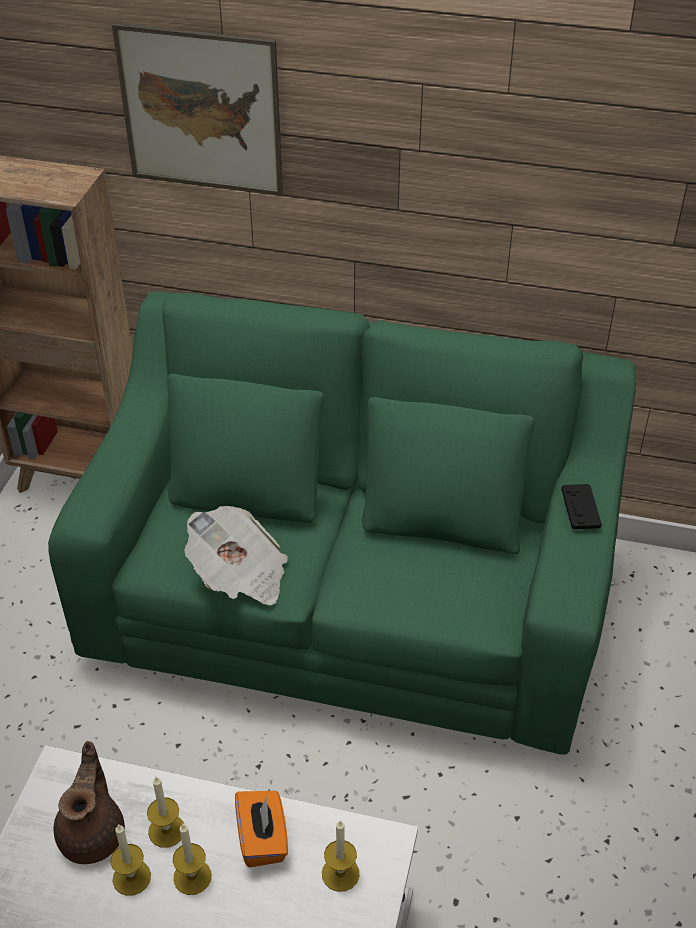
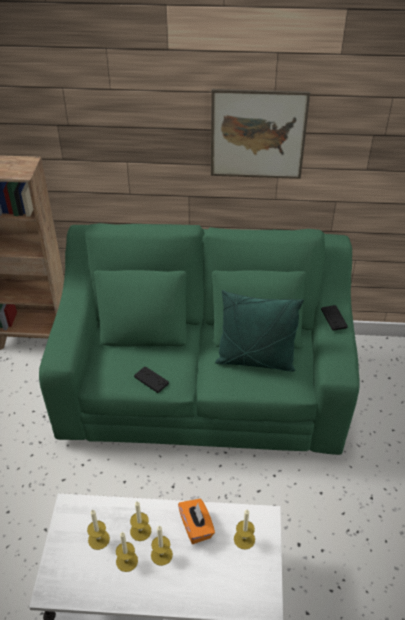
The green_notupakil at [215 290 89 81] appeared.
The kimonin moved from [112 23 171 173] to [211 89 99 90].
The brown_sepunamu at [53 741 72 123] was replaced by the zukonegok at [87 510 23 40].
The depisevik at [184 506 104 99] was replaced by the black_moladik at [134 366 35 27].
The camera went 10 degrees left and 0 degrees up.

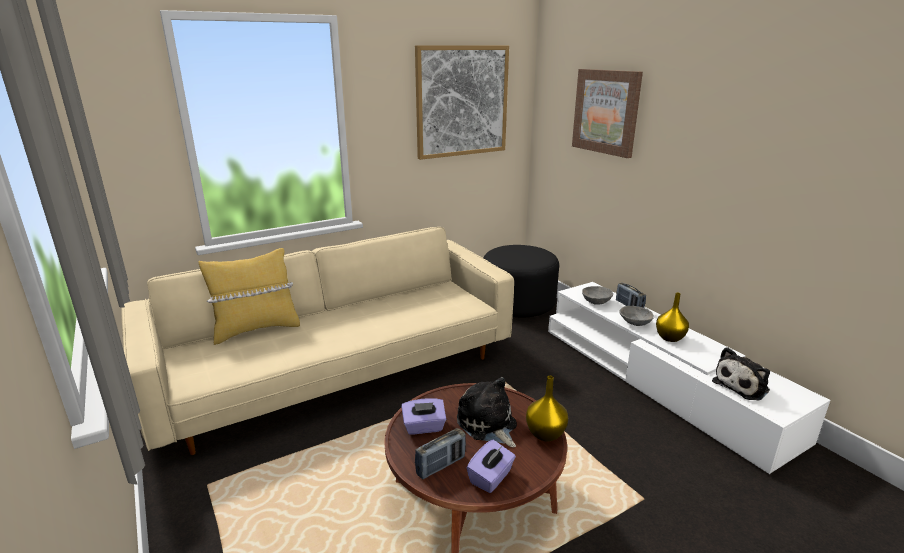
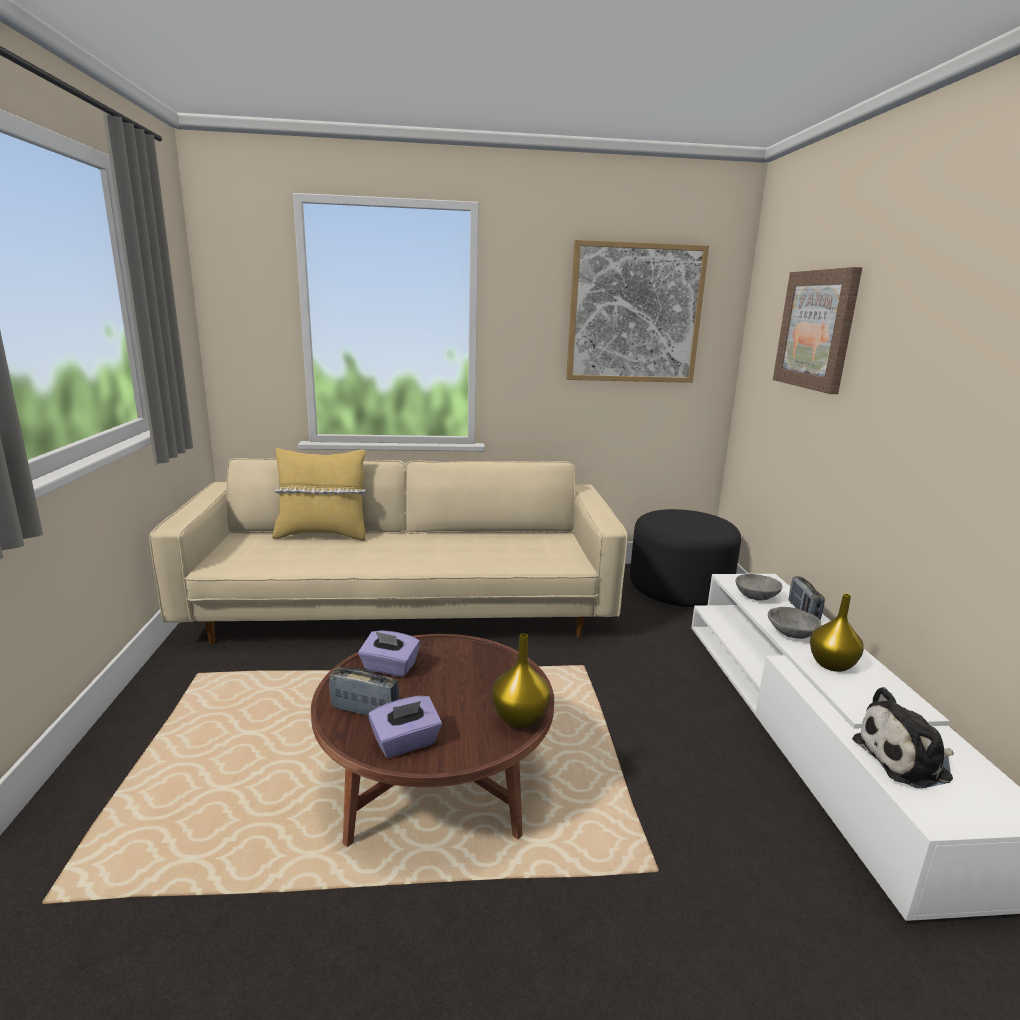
The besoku at [457 377 60 71] disappeared.
The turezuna at [415 428 51 51] turned 150 degrees counterclockwise.
The camera went 25 degrees right and 5 degrees down.

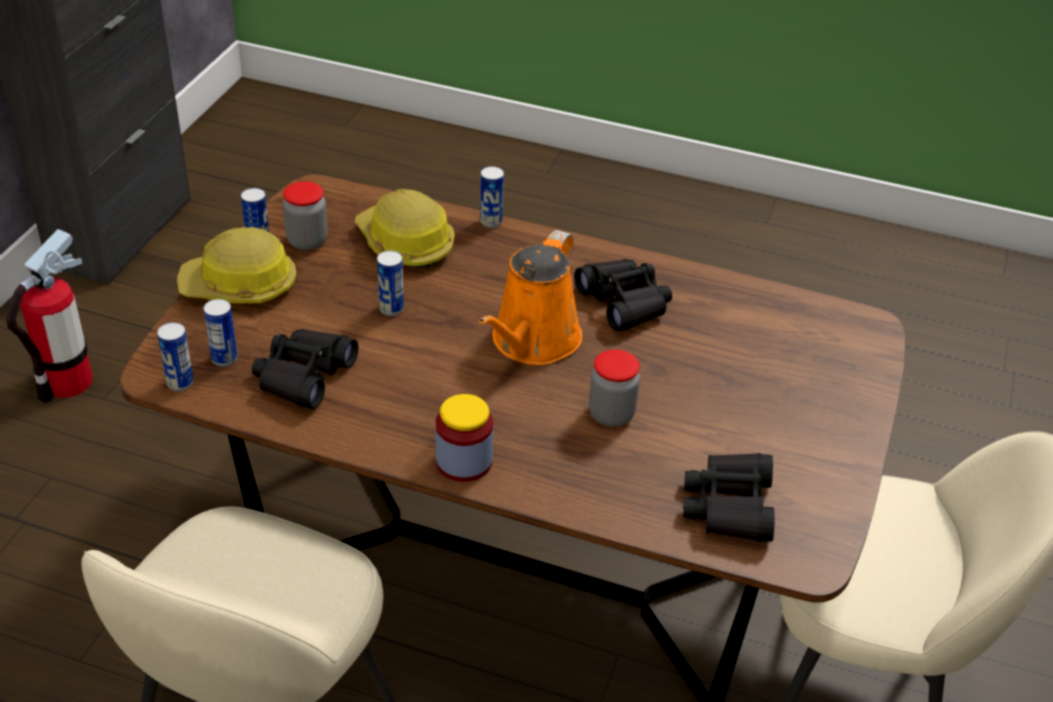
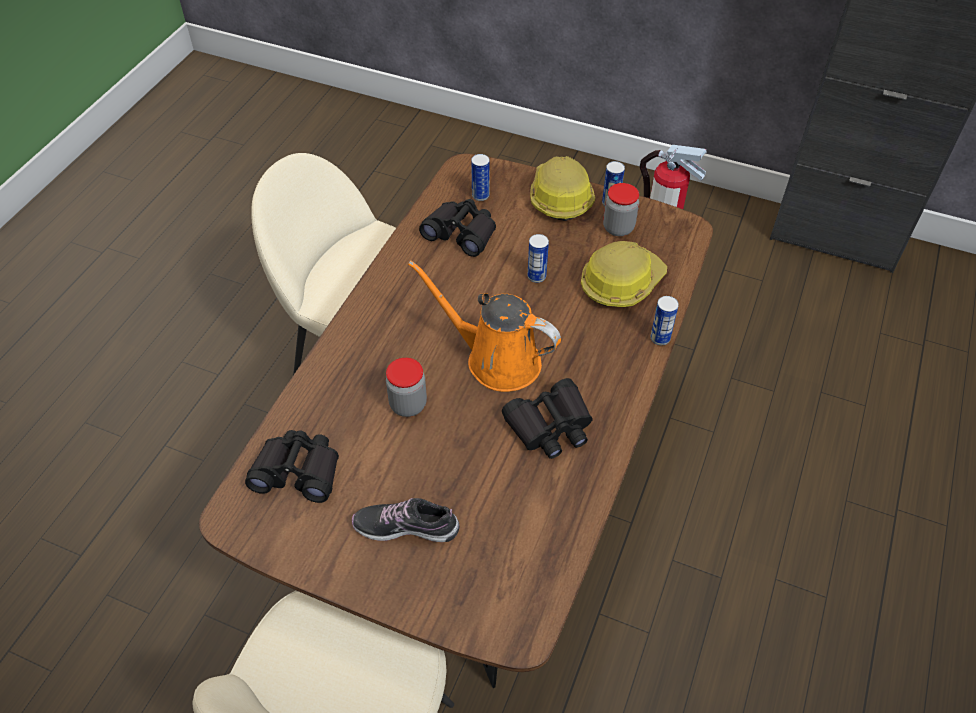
The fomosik at [157 322 37 69] disappeared.
The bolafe at [435 394 58 88] disappeared.
The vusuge at [352 498 108 44] appeared.
The camera went 95 degrees right and 10 degrees up.

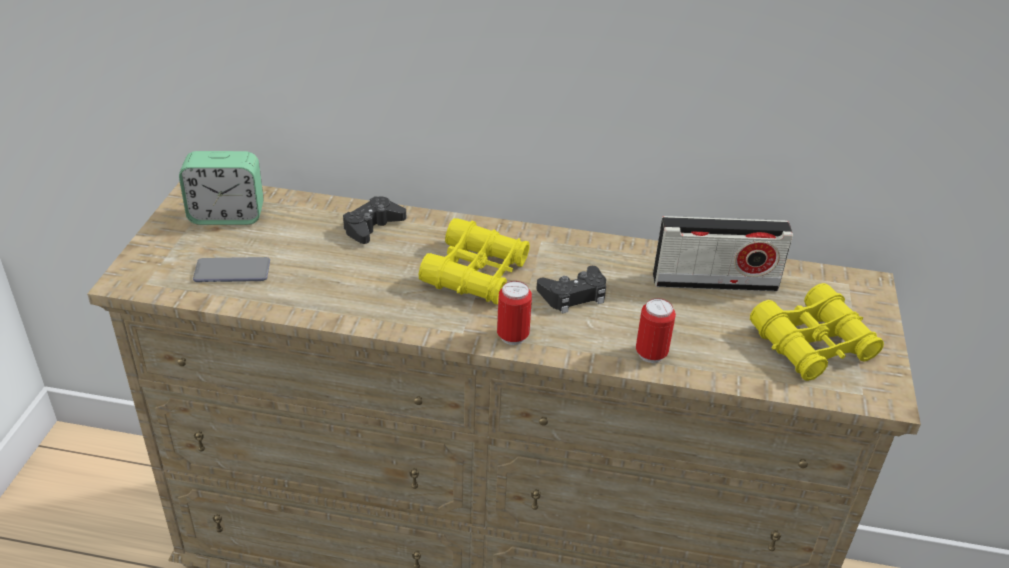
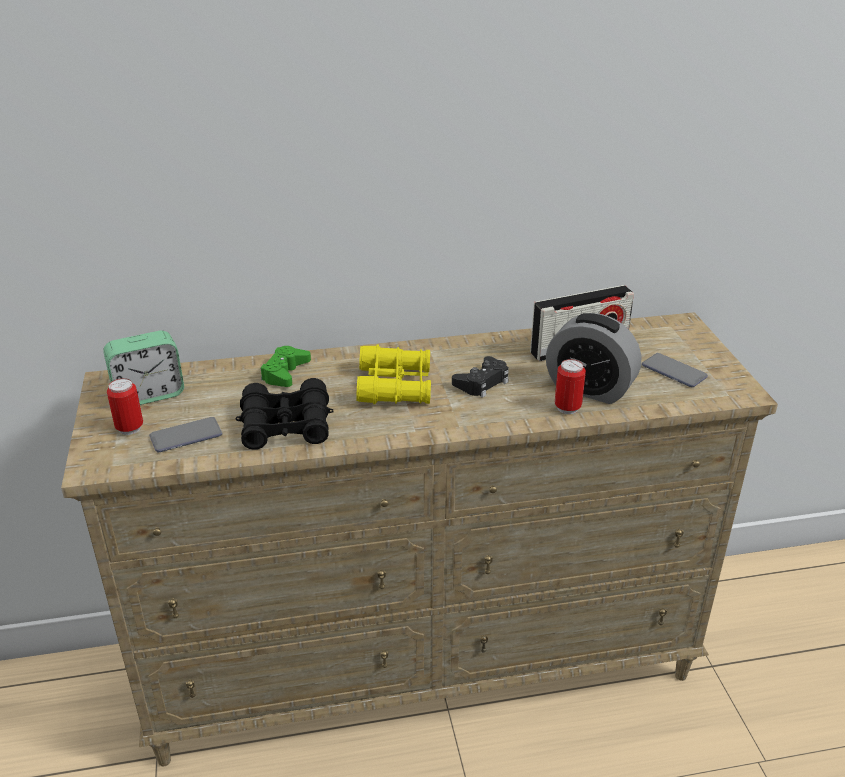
The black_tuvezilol at [236 378 97 72] appeared.
The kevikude at [546 313 95 91] appeared.
The fomosik moved from [497 281 35 64] to [107 378 36 57].
The yellow_tuvezilol at [750 283 134 98] was replaced by the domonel at [642 353 66 34].
The black_moladik at [343 196 63 48] became the green_moladik at [261 346 50 41].
The camera went 20 degrees left and 5 degrees down.

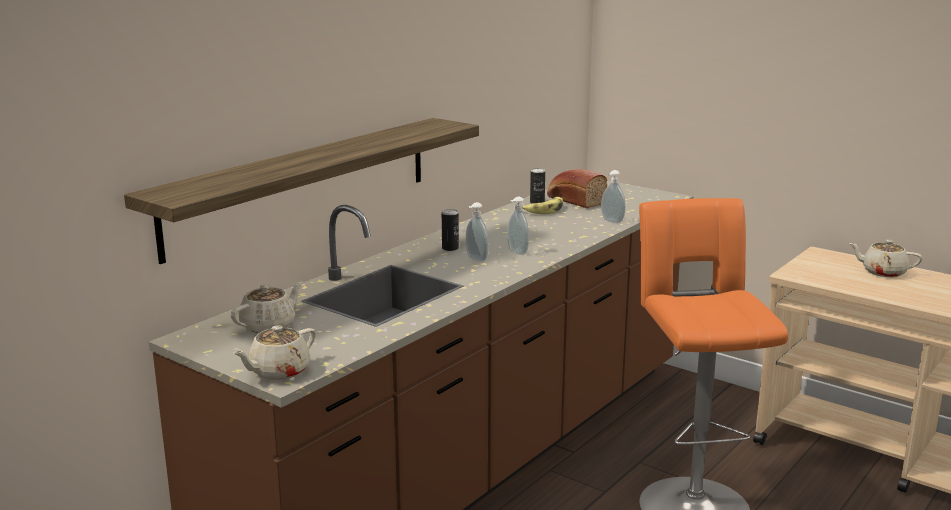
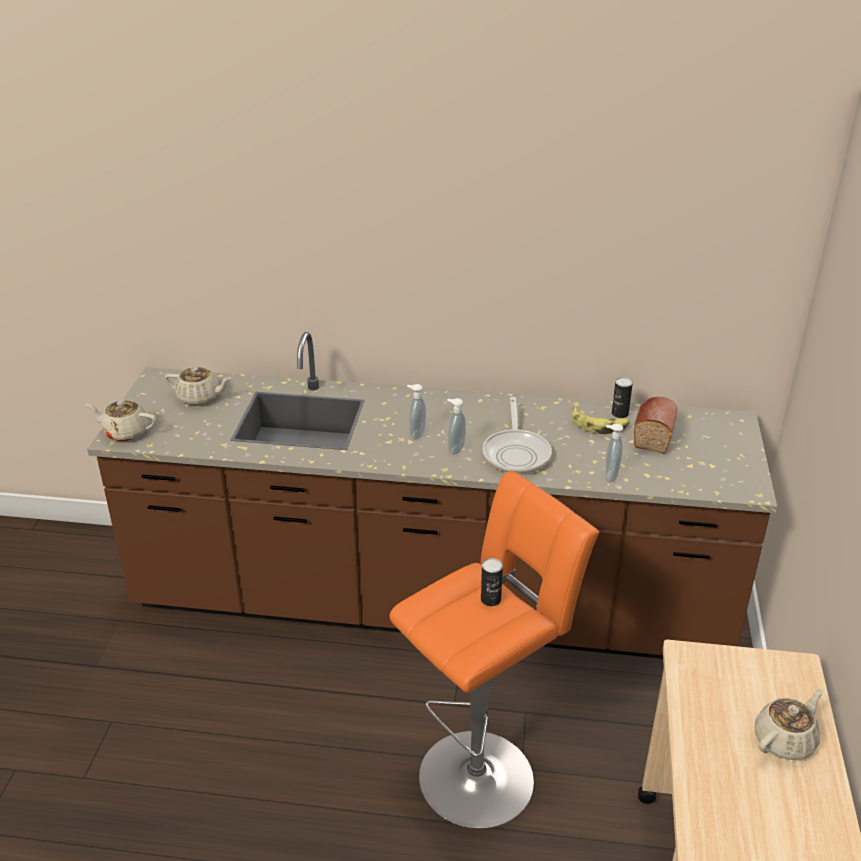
The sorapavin at [124 118 355 146] disappeared.
The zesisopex at [483 397 69 77] appeared.
The fomosik moved from [442 209 17 42] to [481 558 22 48].
The beige_sepunamu at [849 240 73 37] turned 60 degrees clockwise.
The camera went 60 degrees right and 15 degrees up.

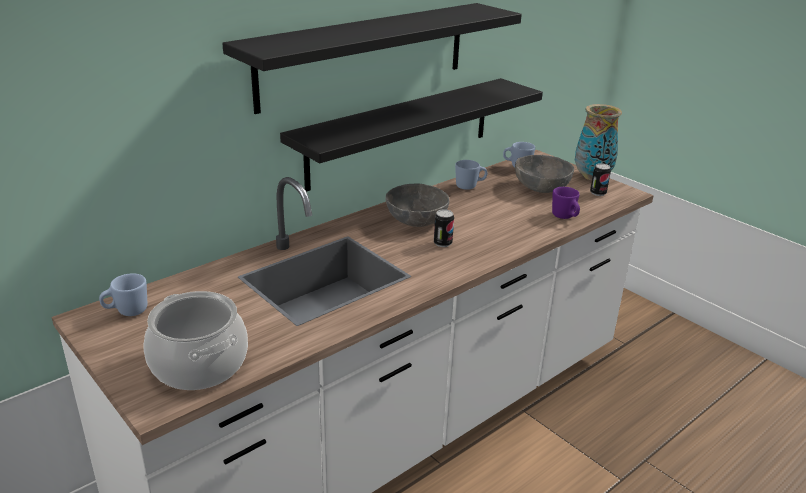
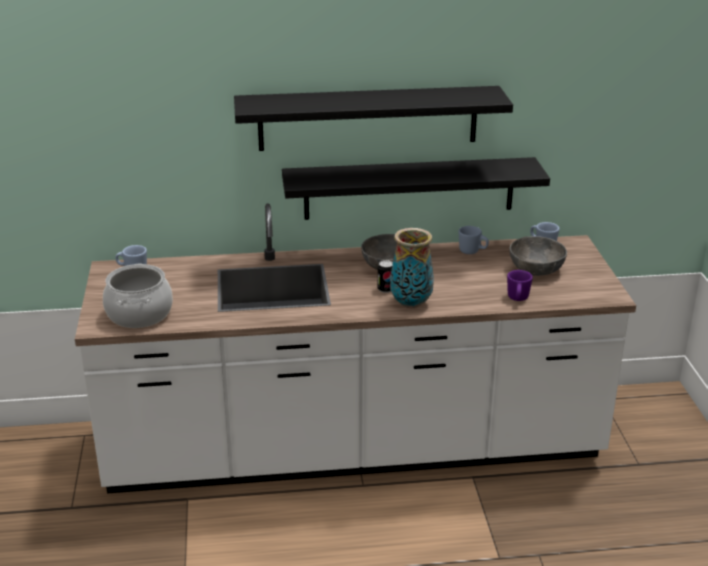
The fomosik at [590 163 21 33] disappeared.
The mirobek moved from [575 104 47 76] to [390 228 44 80].
The camera went 35 degrees right and 0 degrees up.

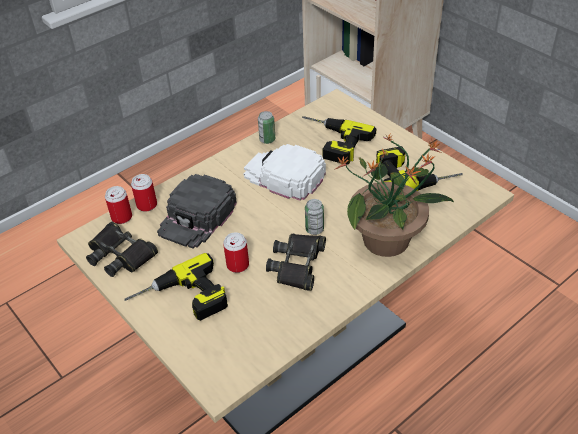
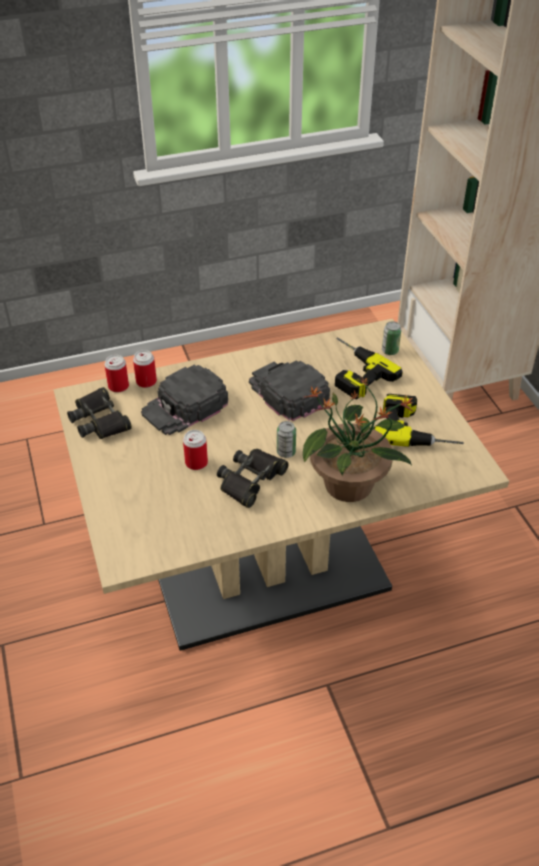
The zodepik at [124 253 104 68] disappeared.
The fomosik moved from [258 111 17 33] to [382 321 19 34].
The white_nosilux at [243 144 83 57] became the black_nosilux at [249 360 81 61].
The camera went 20 degrees right and 0 degrees up.

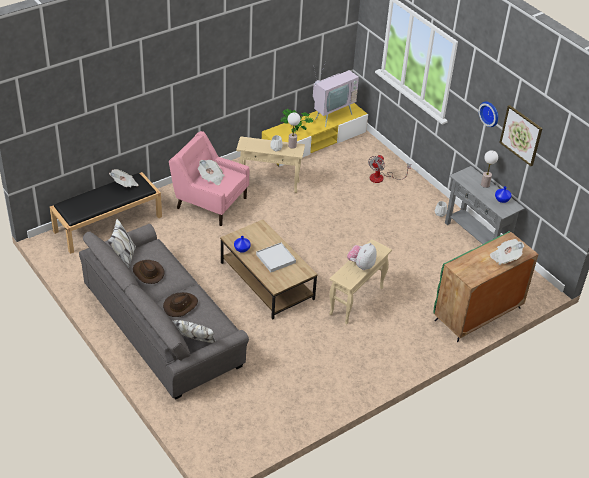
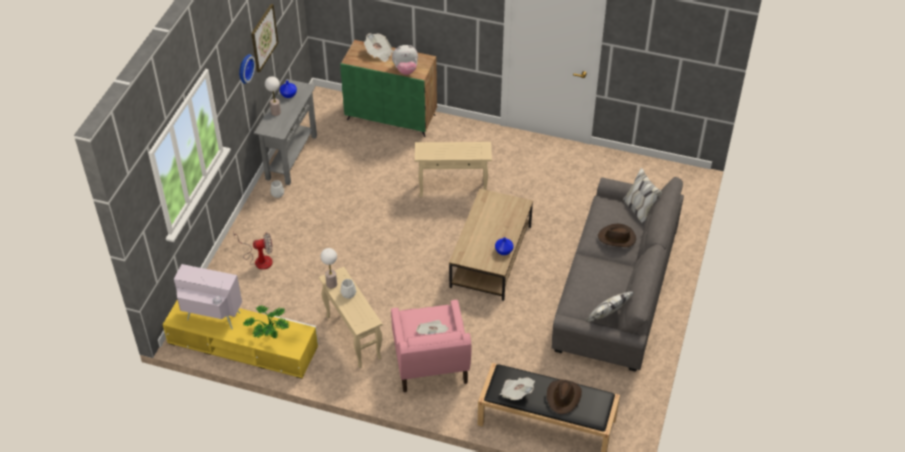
The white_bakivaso at [256 243 40 29] disappeared.
The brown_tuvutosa moved from [133 260 32 24] to [547 380 35 34].
The besoku moved from [347 243 30 27] to [392 45 26 30].
The camera went 125 degrees left and 5 degrees up.

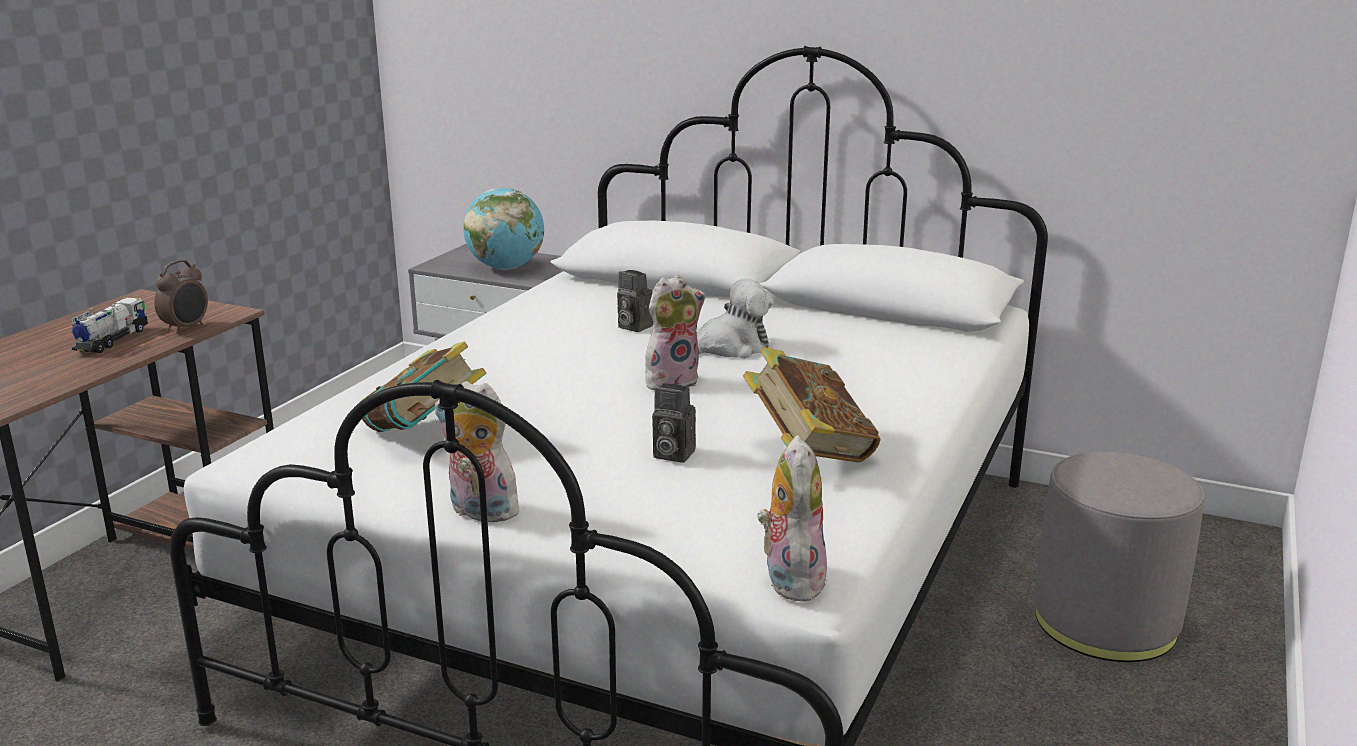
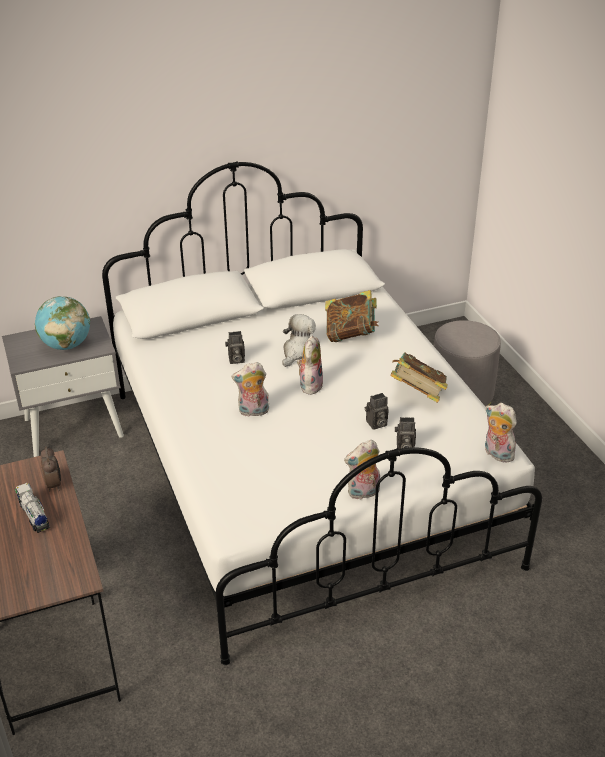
The besoku at [231 362 38 55] appeared.
The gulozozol at [395 417 21 32] appeared.
The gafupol moved from [362 342 124 90] to [325 290 54 52].
The camera went 45 degrees left and 15 degrees up.

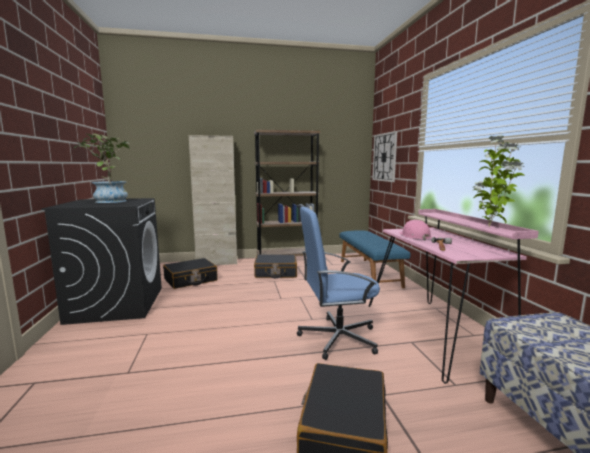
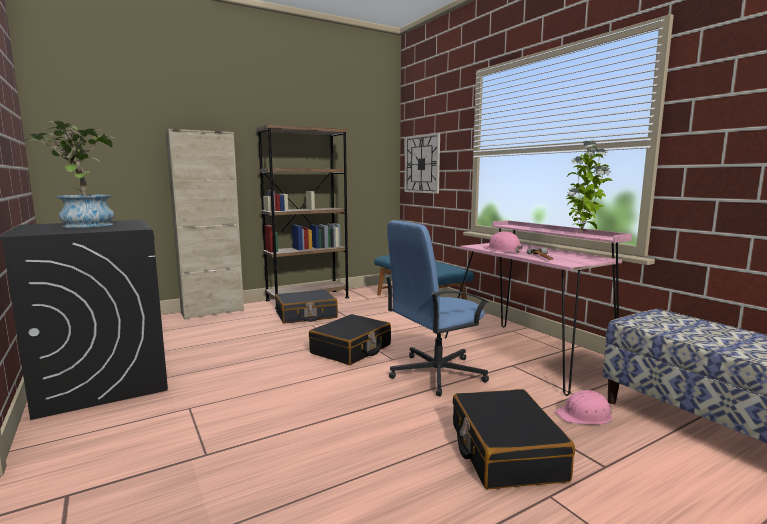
The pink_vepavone at [555 390 57 35] appeared.
The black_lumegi moved from [163 258 55 31] to [309 314 82 51].
The camera went 20 degrees left and 0 degrees up.

